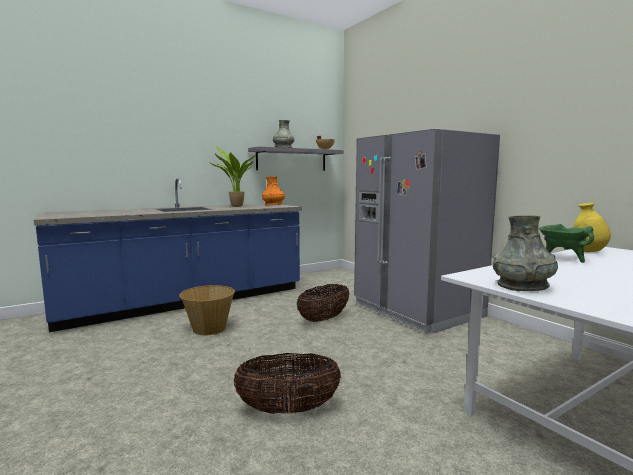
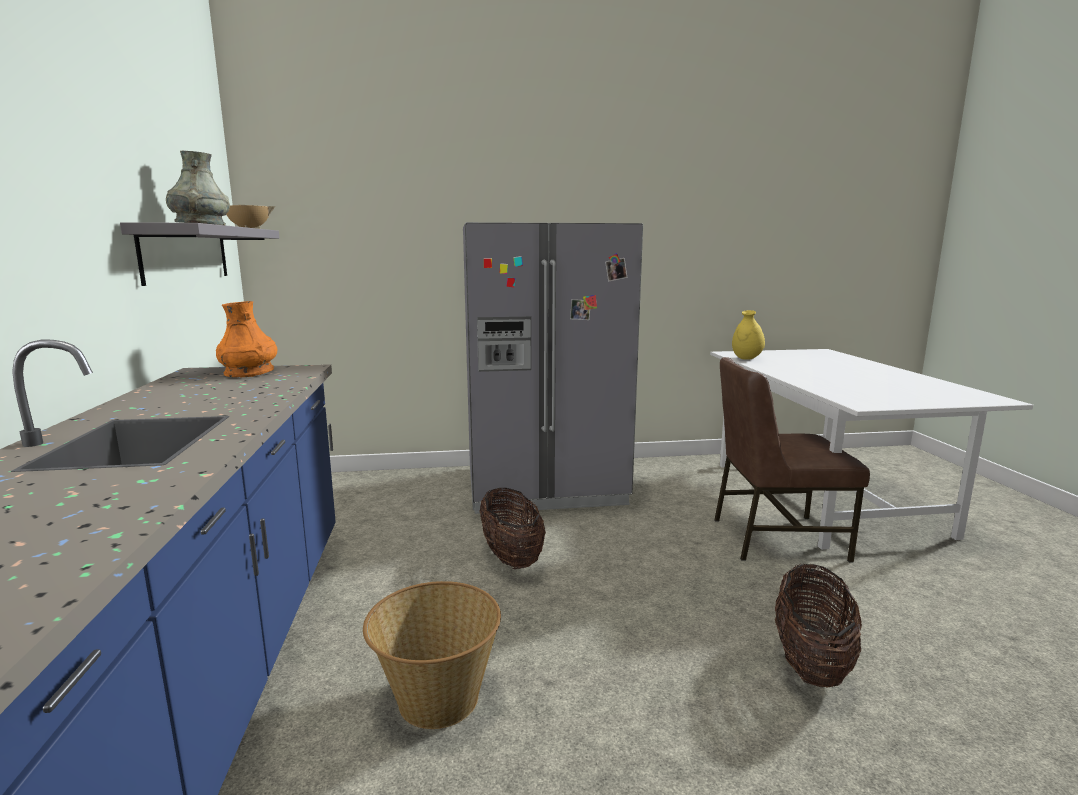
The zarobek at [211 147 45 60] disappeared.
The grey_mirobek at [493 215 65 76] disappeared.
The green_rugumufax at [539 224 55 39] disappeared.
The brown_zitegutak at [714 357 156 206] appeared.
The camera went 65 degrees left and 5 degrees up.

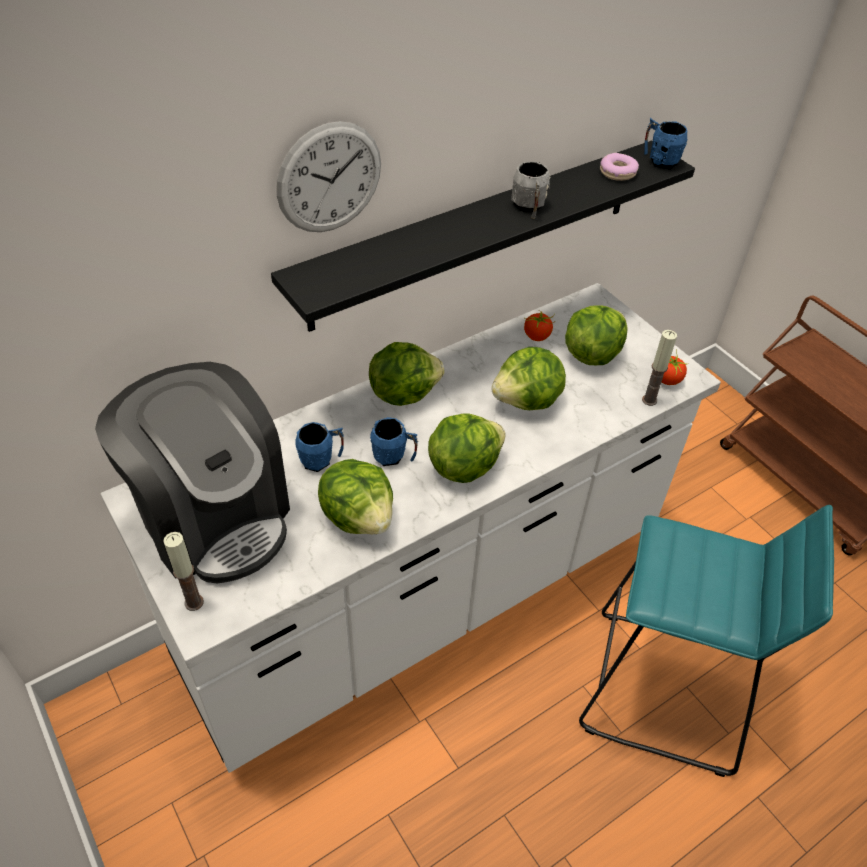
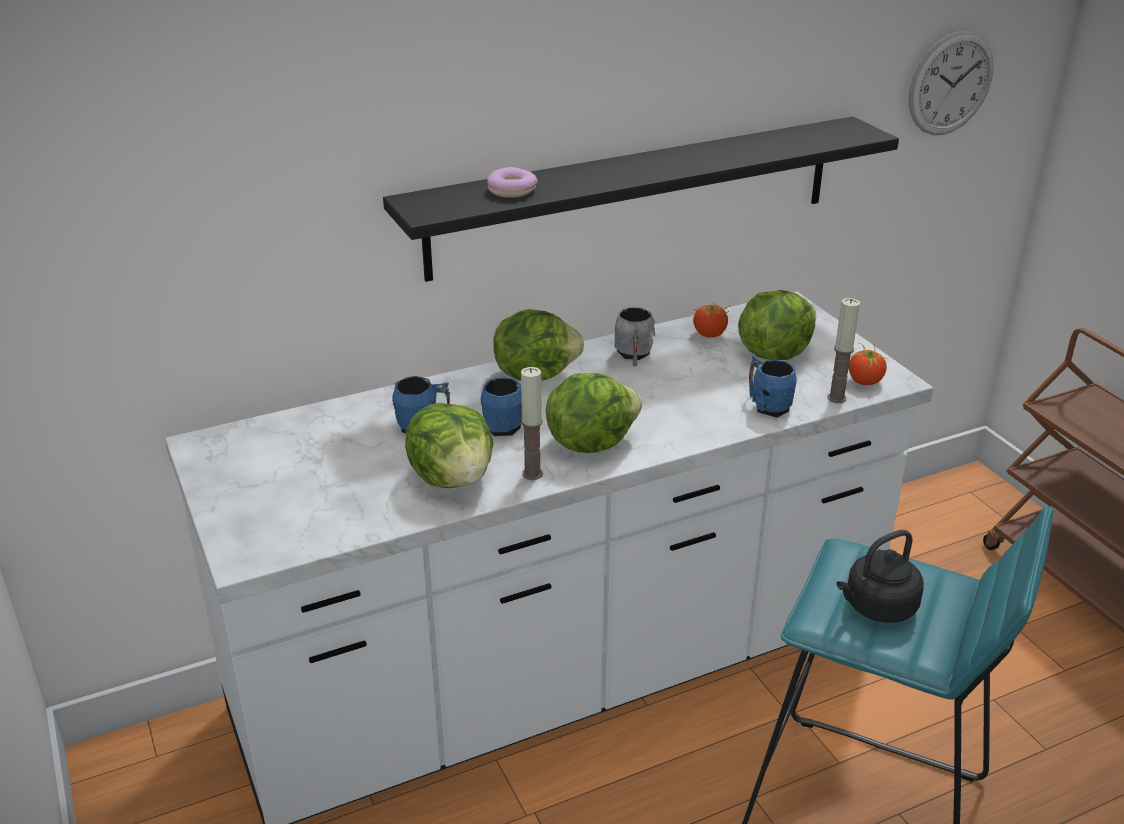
The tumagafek at [95 362 195 221] disappeared.
The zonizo at [491 347 75 63] disappeared.
The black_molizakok at [836 530 88 93] appeared.
The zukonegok moved from [164 532 40 79] to [521 367 22 113].
The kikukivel moved from [276 121 105 111] to [909 31 85 104].
The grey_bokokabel moved from [511 161 39 58] to [614 307 41 59].
The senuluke moved from [600 153 39 28] to [487 167 51 31].
The blue_bokokabel moved from [644 118 44 52] to [749 354 48 64].
The camera went 10 degrees right and 15 degrees down.

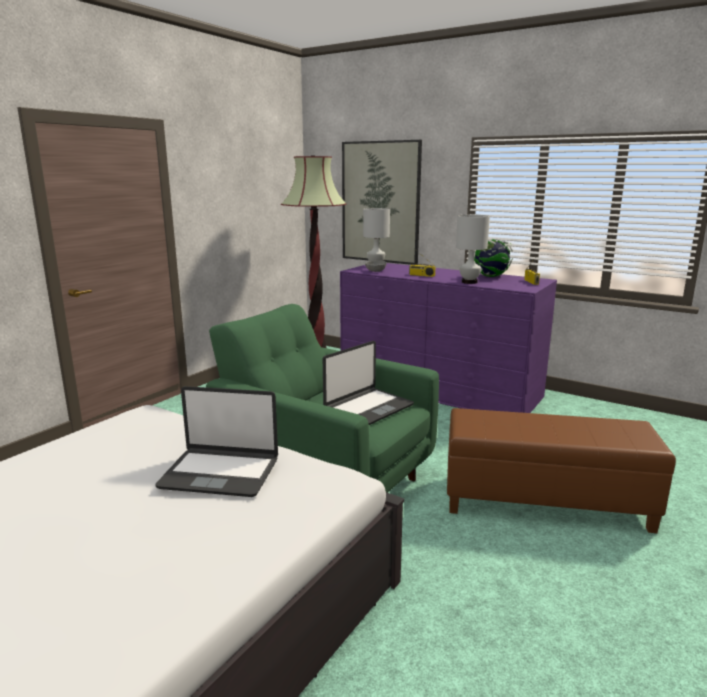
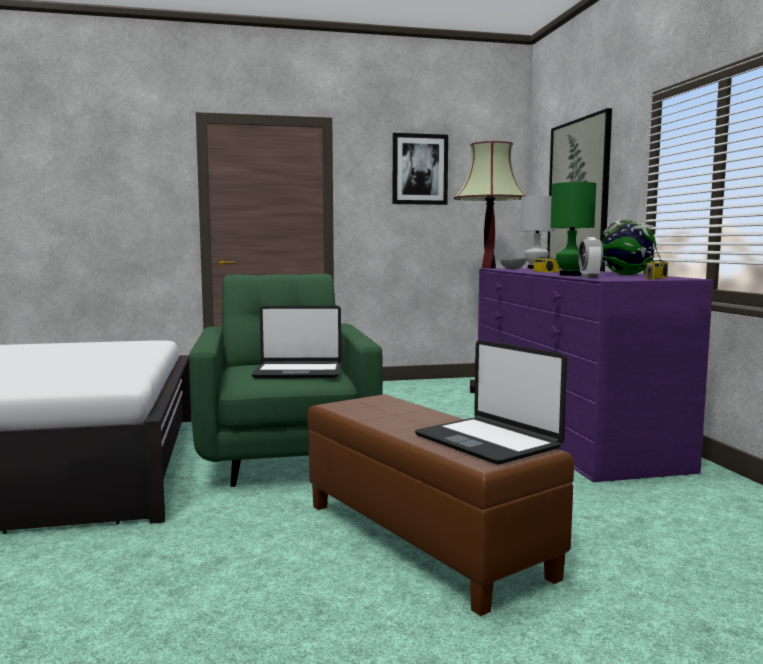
The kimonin at [393 133 55 72] appeared.
The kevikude at [578 237 25 41] appeared.
The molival moved from [155 386 123 111] to [415 340 152 125].
The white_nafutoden at [456 215 34 69] became the green_nafutoden at [551 182 45 94].
The camera went 45 degrees right and 10 degrees down.

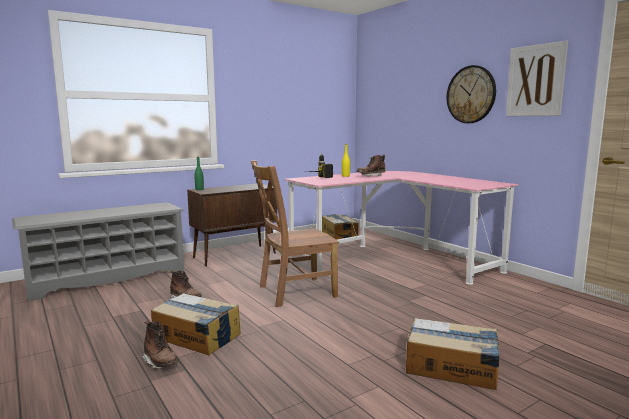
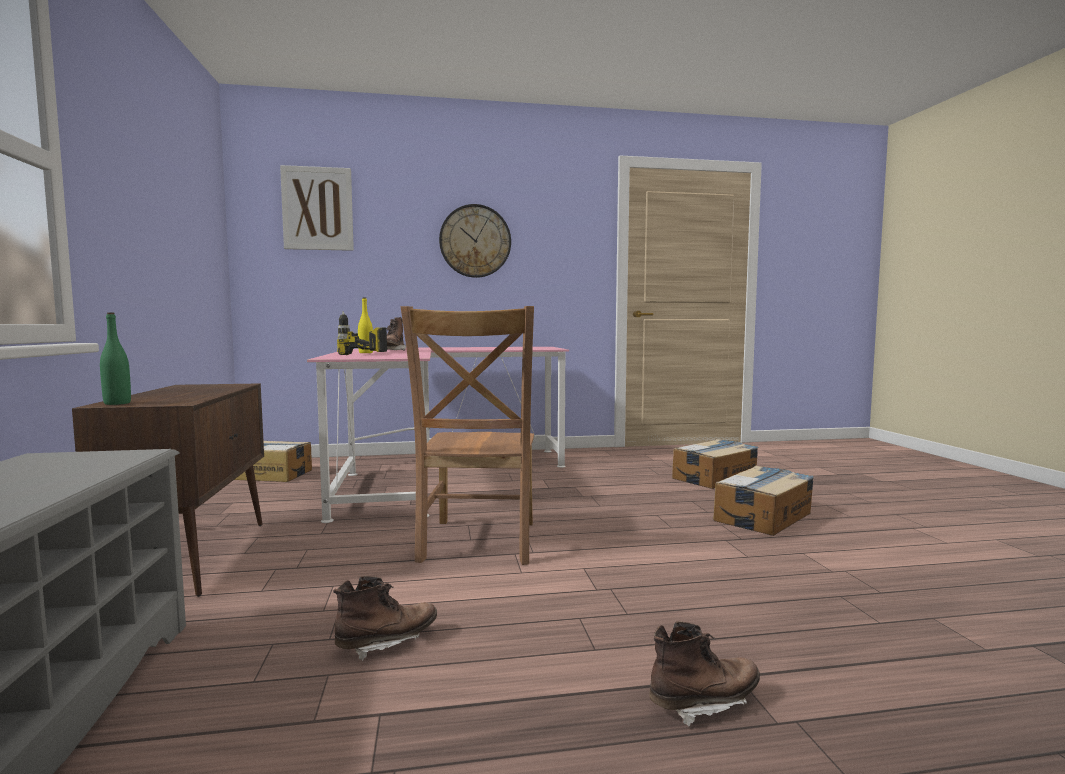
The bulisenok moved from [151 293 89 62] to [672 439 86 50].
The kimonin moved from [506 41 62 75] to [280 165 74 86].
The camera went 65 degrees left and 5 degrees down.

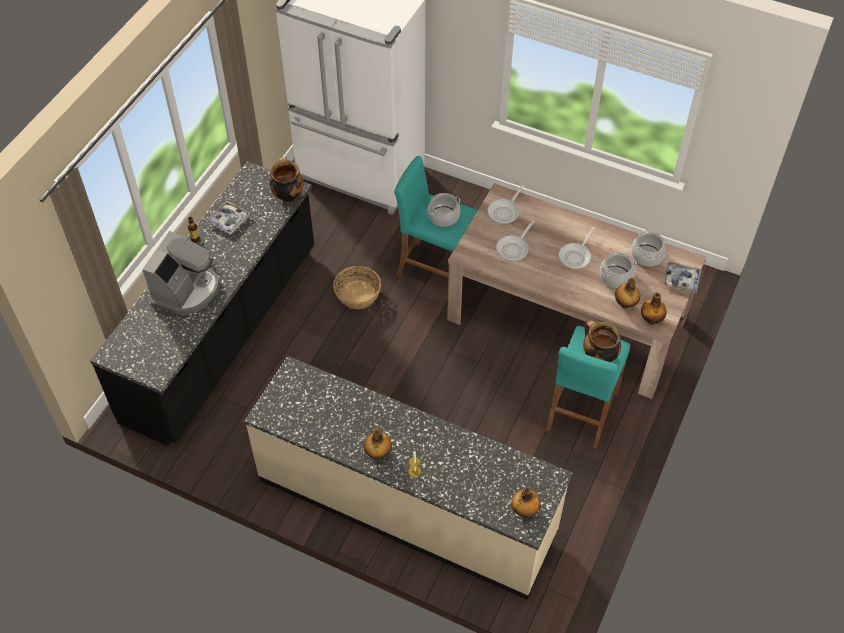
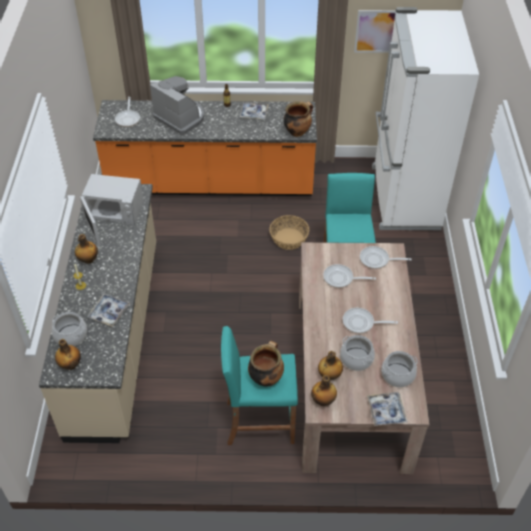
The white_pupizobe at [80 174 64 72] appeared.
The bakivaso at [87 294 43 33] appeared.
The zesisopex at [115 97 25 30] appeared.
The kimonin at [354 10 41 43] appeared.
The rugumufax moved from [427 193 33 34] to [52 312 35 34].
The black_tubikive at [90 161 224 285] became the orange_tubikive at [93 100 224 96].
The tumagafek at [142 231 77 84] turned 135 degrees counterclockwise.
The camera went 65 degrees right and 5 degrees down.

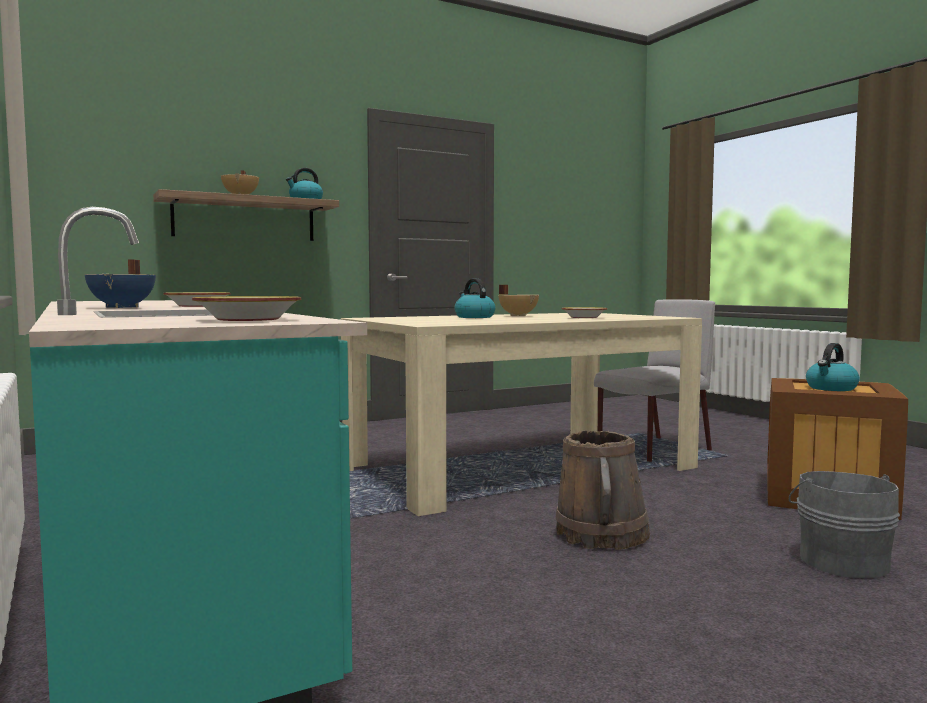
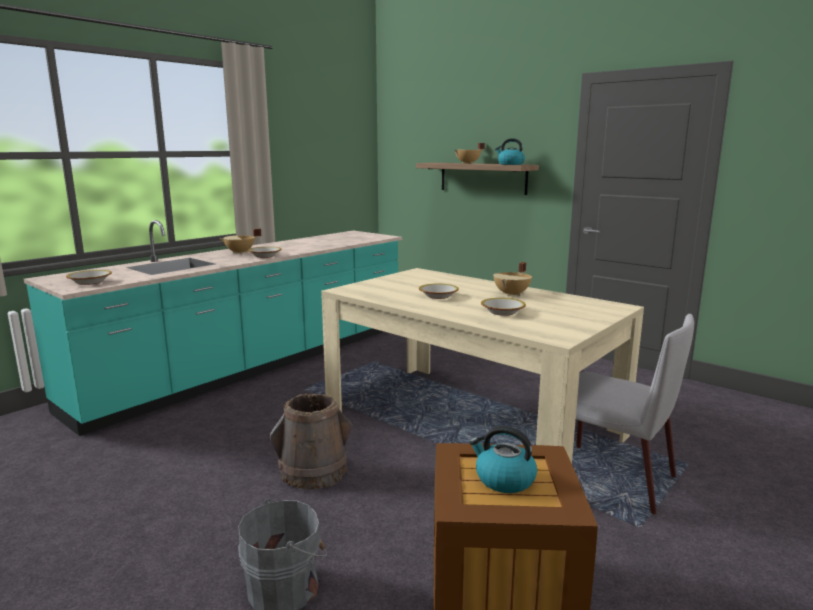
The molizakok at [454 278 41 40] disappeared.
The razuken at [419 284 40 15] appeared.
The blue_rugumufax at [84 260 72 48] became the beige_rugumufax at [220 228 41 26].
The camera went 70 degrees right and 10 degrees up.

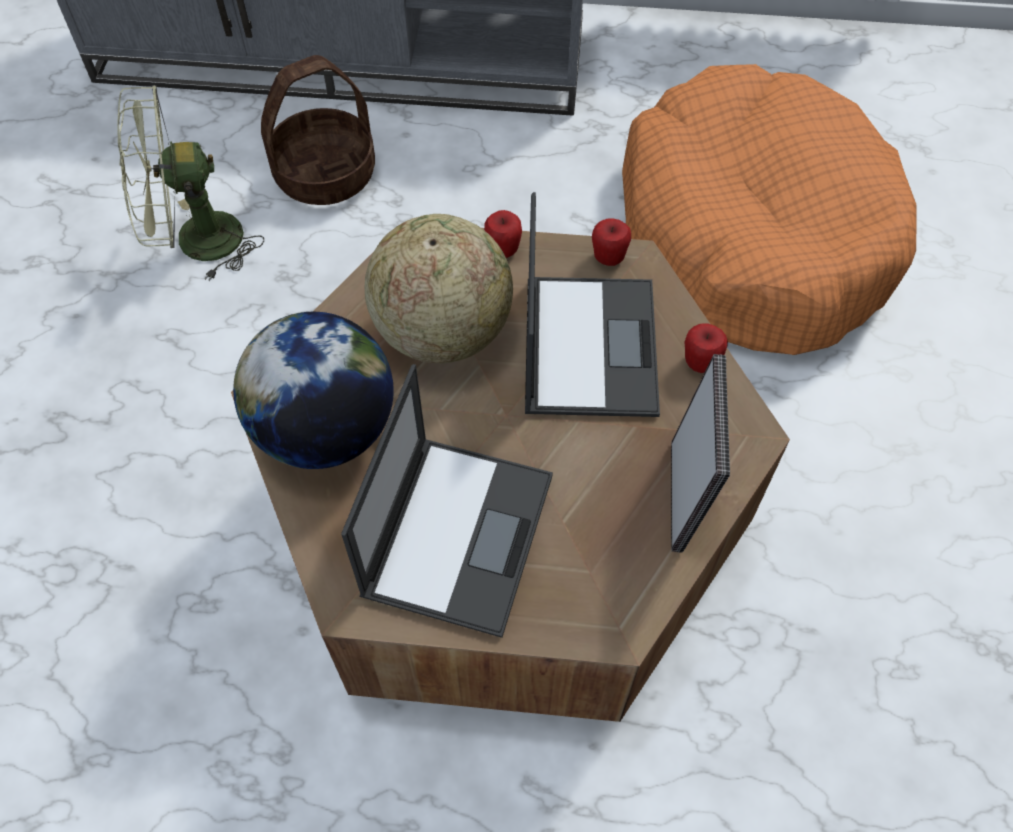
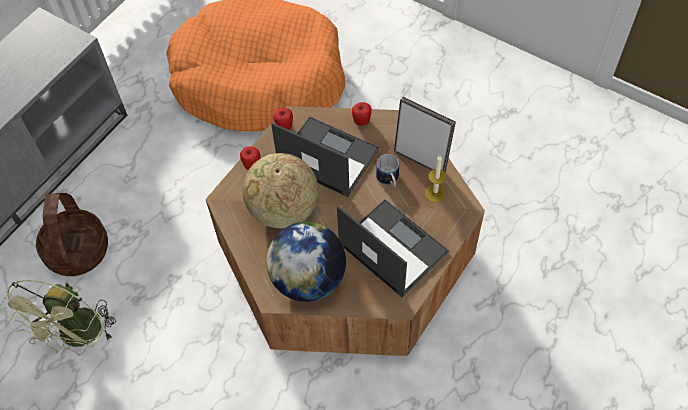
The bokokabel at [376 154 23 33] appeared.
The zukonegok at [425 156 22 47] appeared.
The camera went 60 degrees left and 0 degrees up.

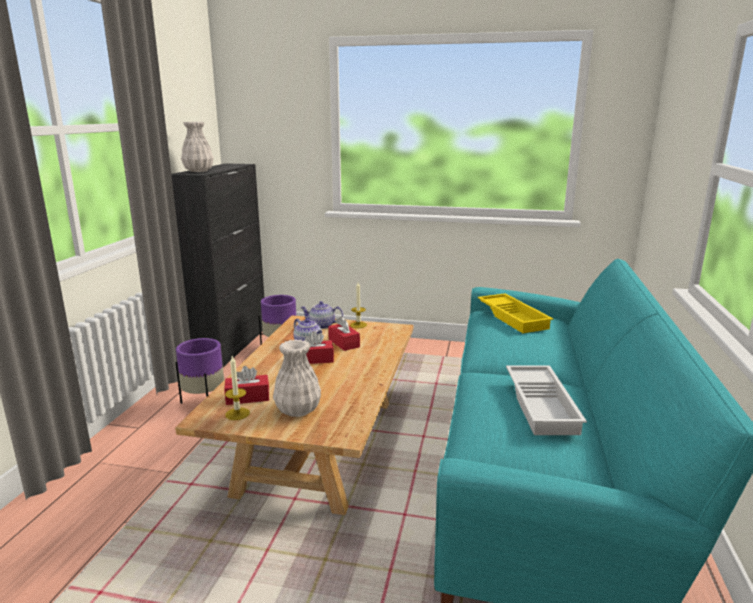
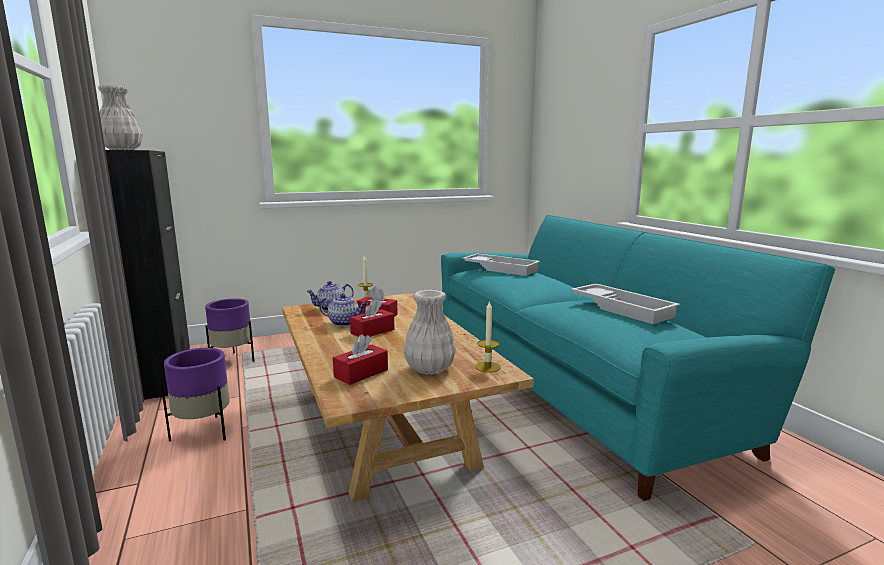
The zukonegok moved from [225 356 25 64] to [475 300 26 73].
The yellow_bakivaso at [478 293 75 40] became the white_bakivaso at [462 253 78 23].
The camera went 35 degrees left and 5 degrees down.

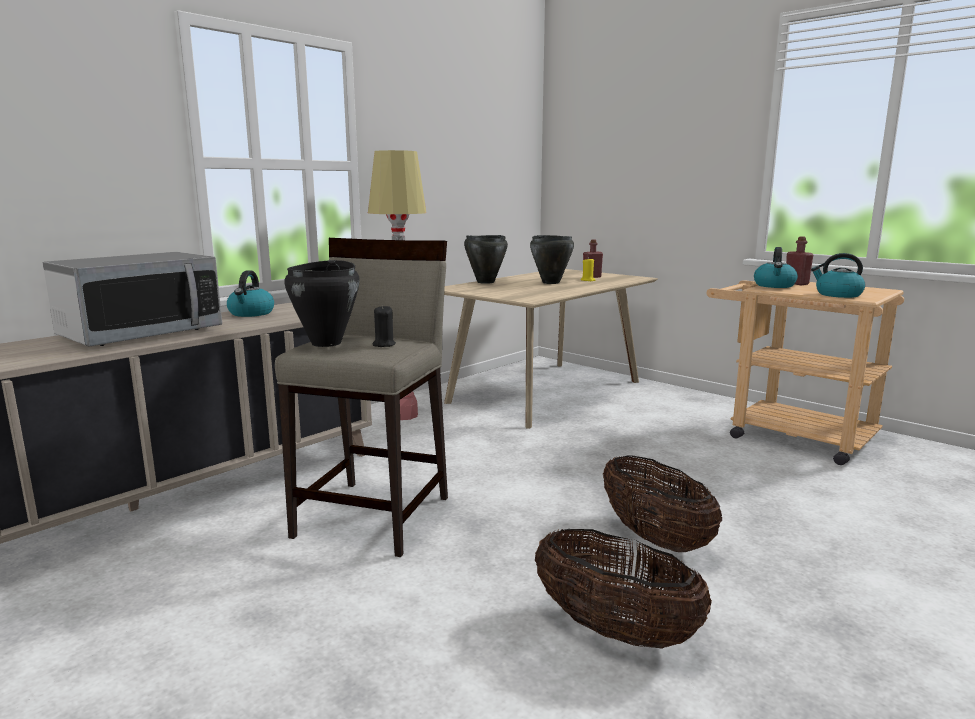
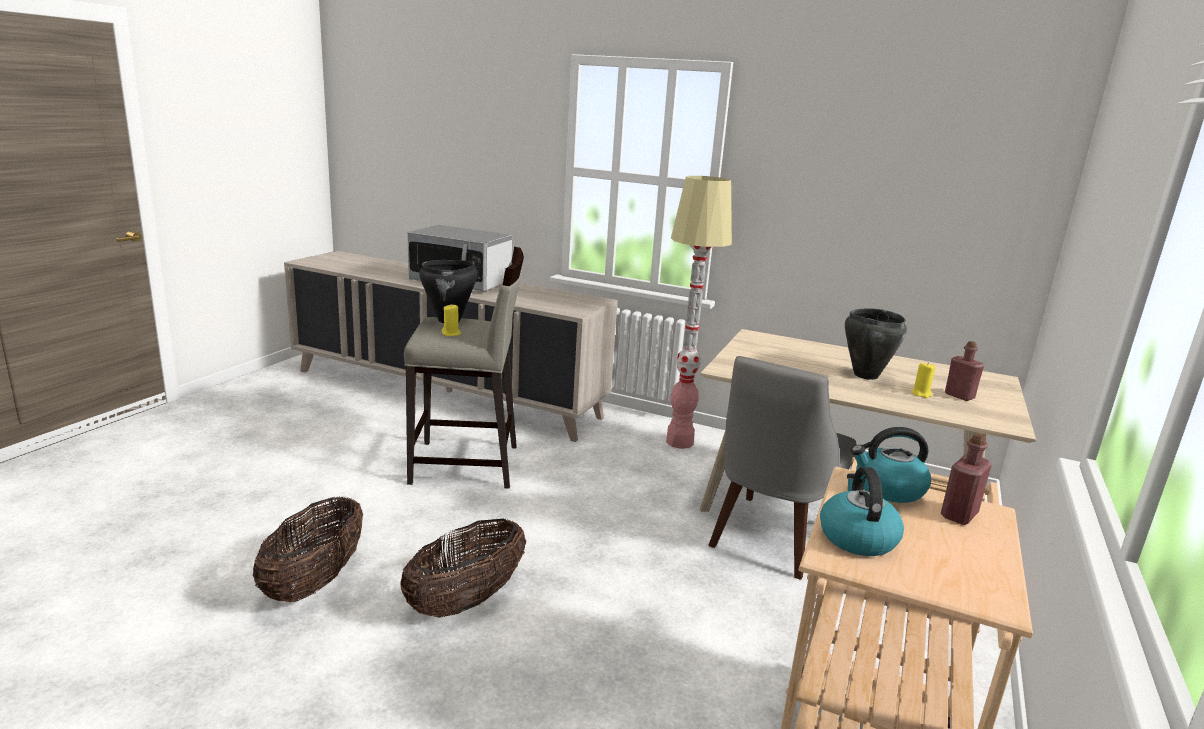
The molizakok at [227 270 47 47] disappeared.
The black_rugumufax at [464 235 44 49] disappeared.
The grey_zitegutak at [708 356 149 224] appeared.
The black_zukonegok at [373 305 23 42] became the yellow_zukonegok at [442 305 19 31].
The camera went 70 degrees right and 5 degrees up.

